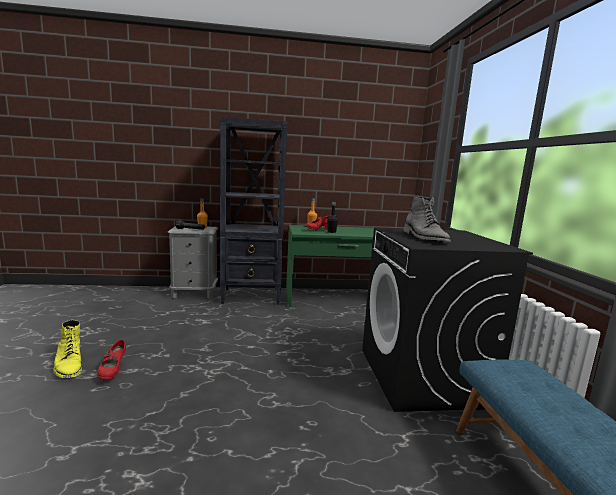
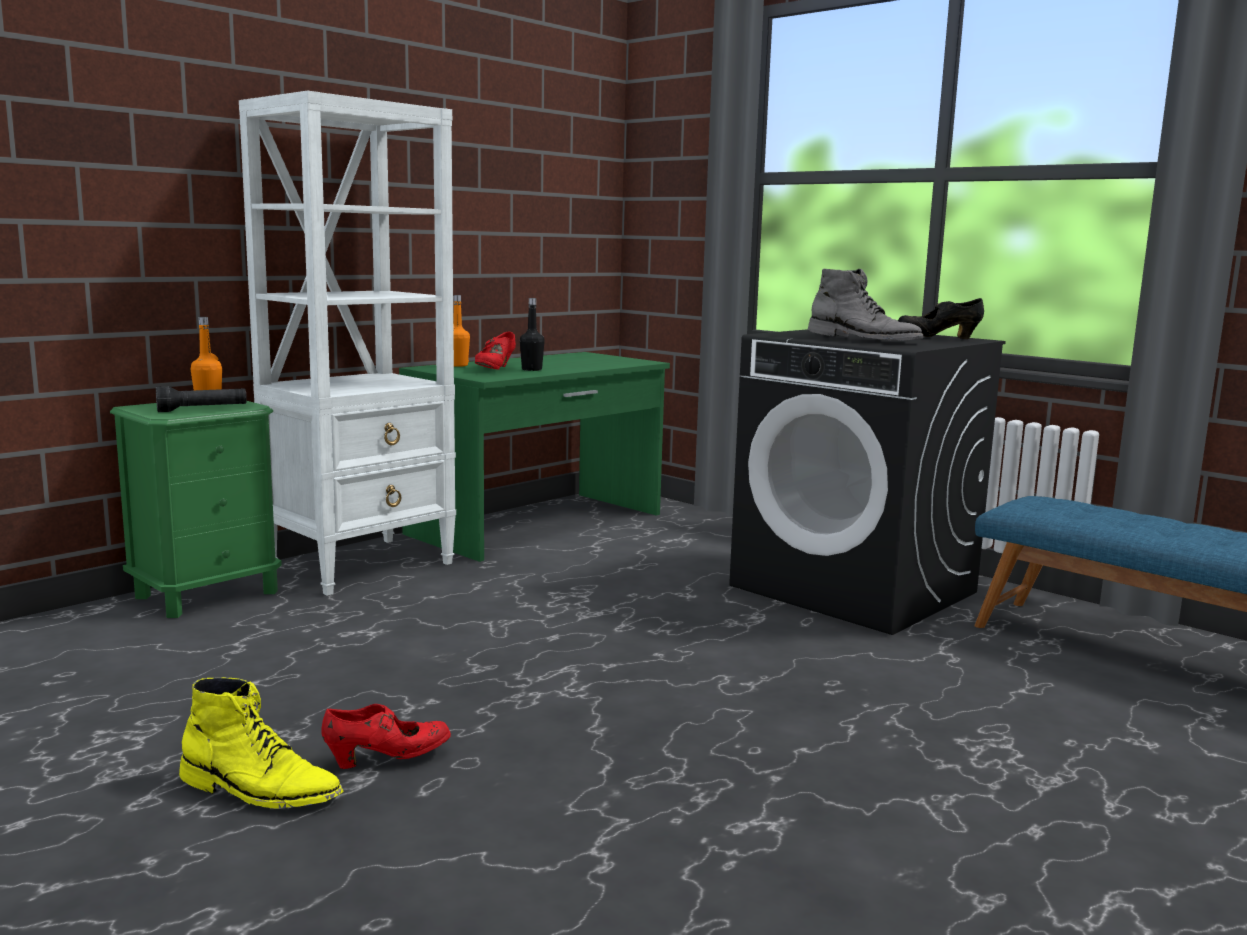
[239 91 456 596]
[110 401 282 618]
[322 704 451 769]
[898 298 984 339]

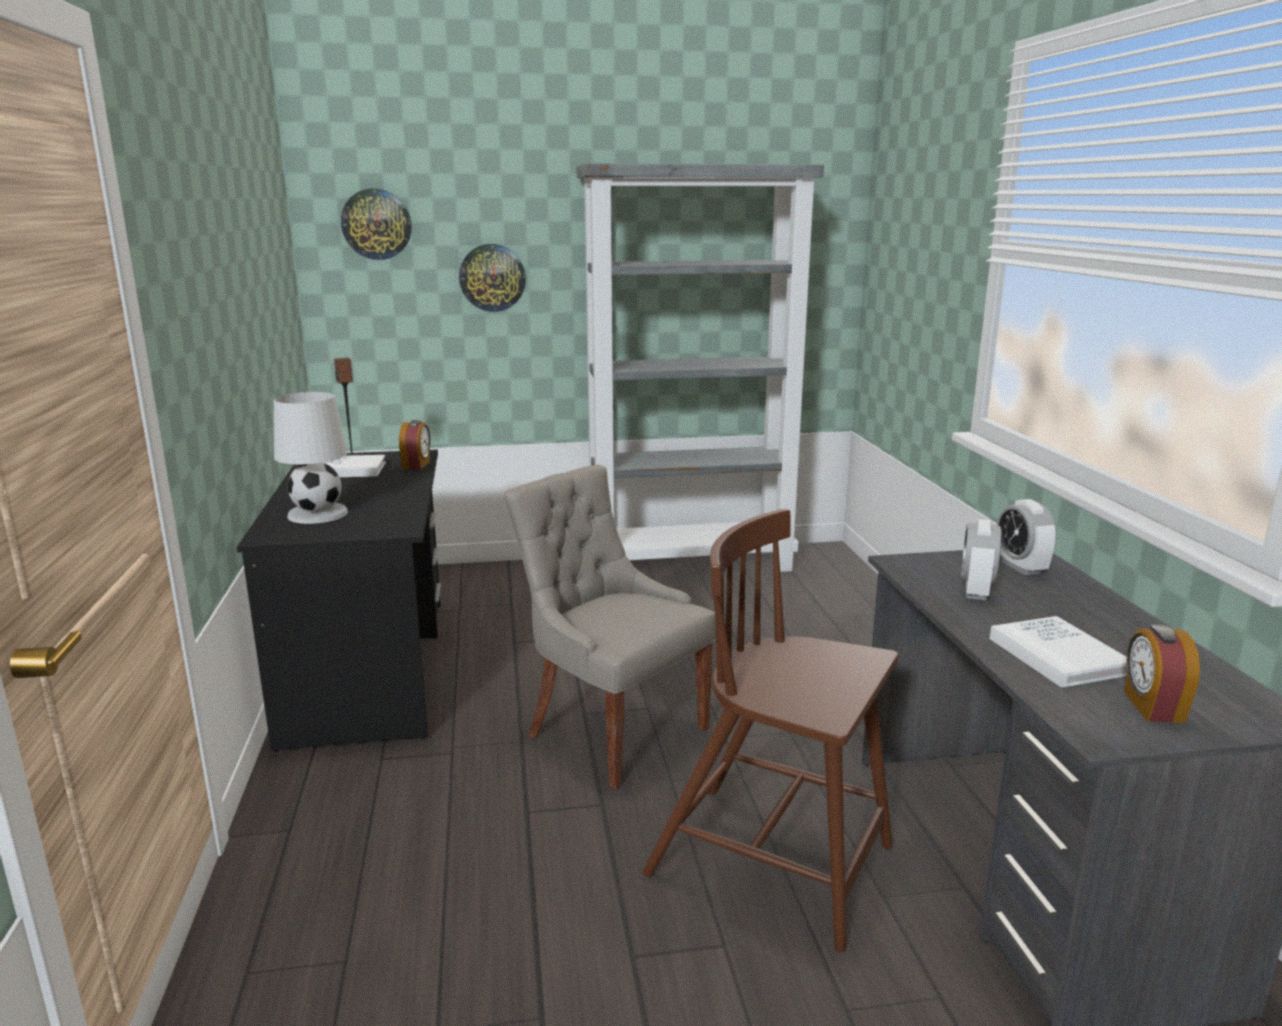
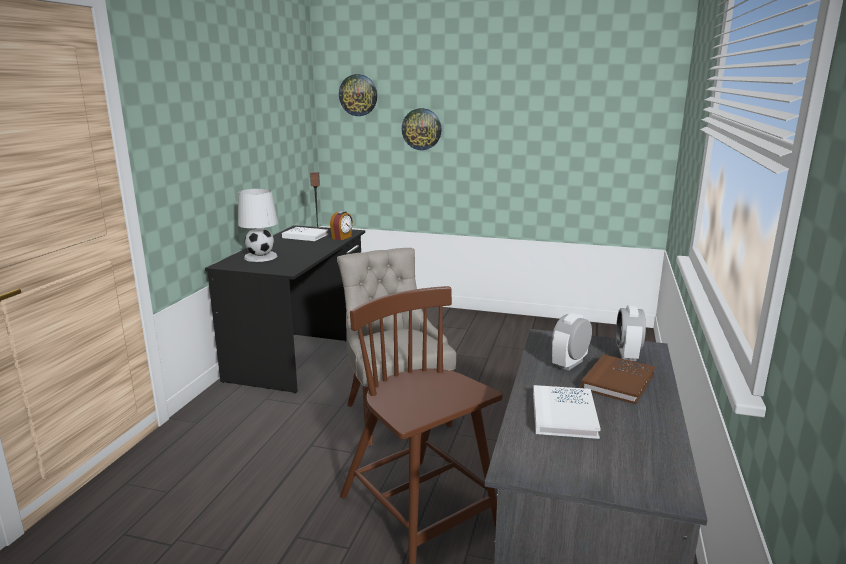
[577 163 824 572] (first image)
[1125 624 1200 723] (first image)
[581 354 655 404]

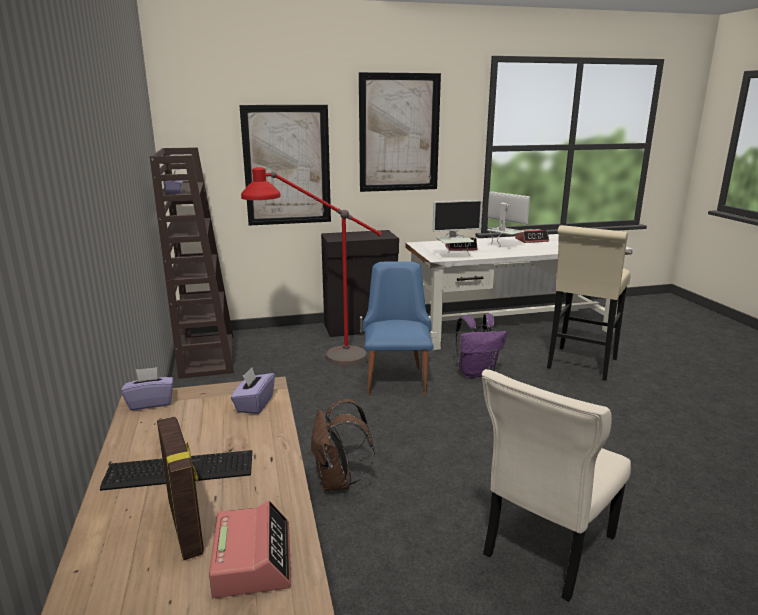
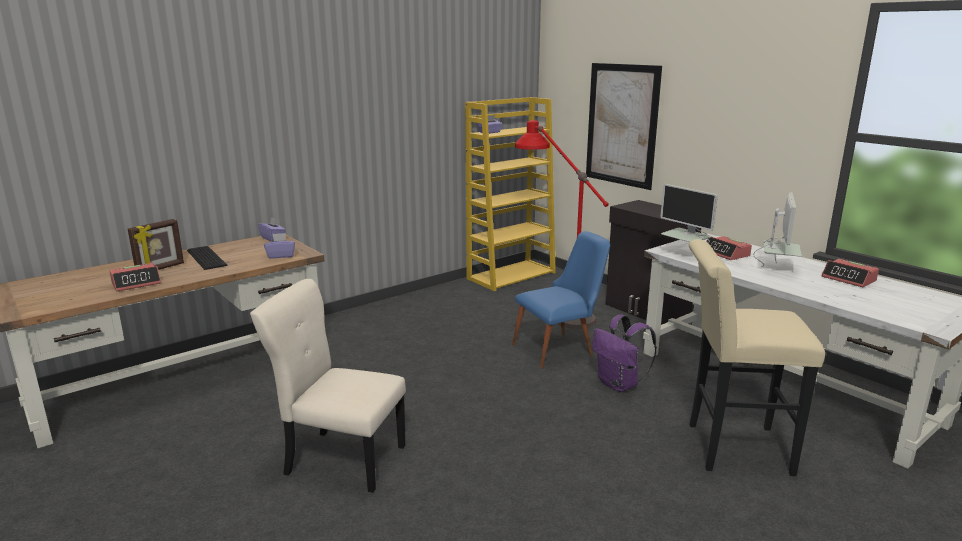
[359 72 441 192] (first image)
[465 97 556 291]
[310 399 375 491] (first image)

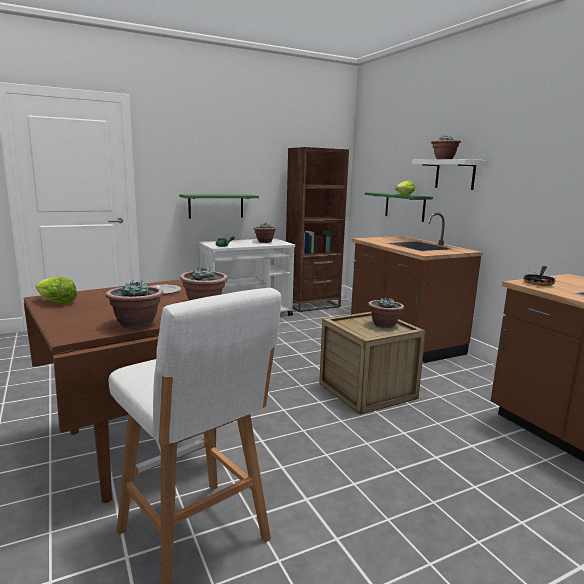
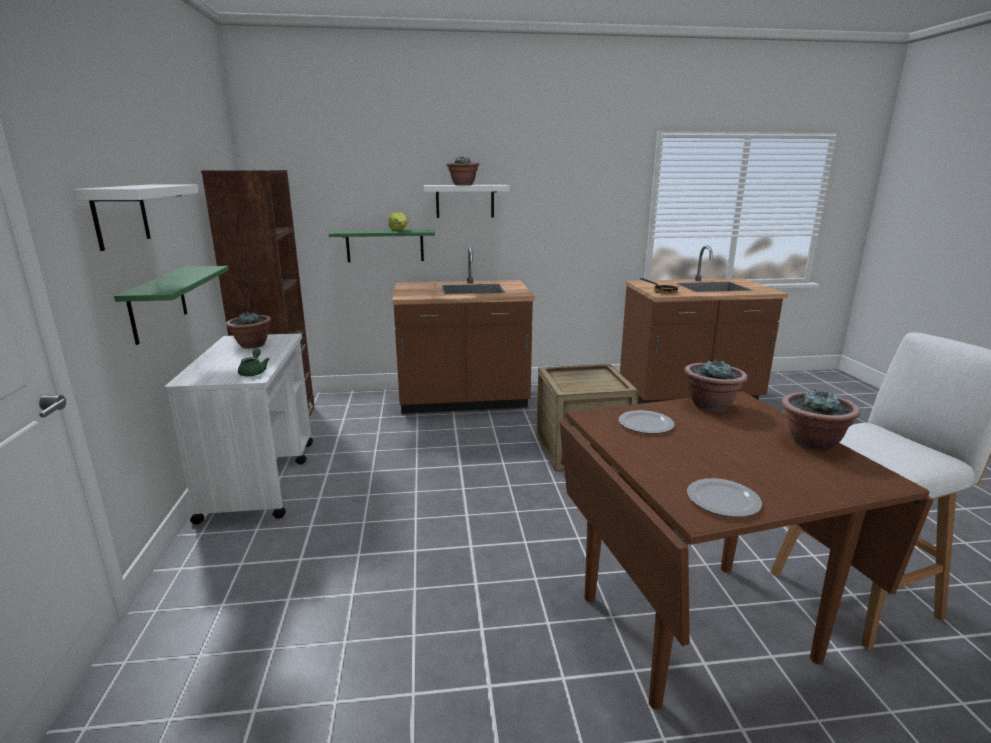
[687 478 762 517]
[368 297 404 328] (first image)
[74 184 199 251]

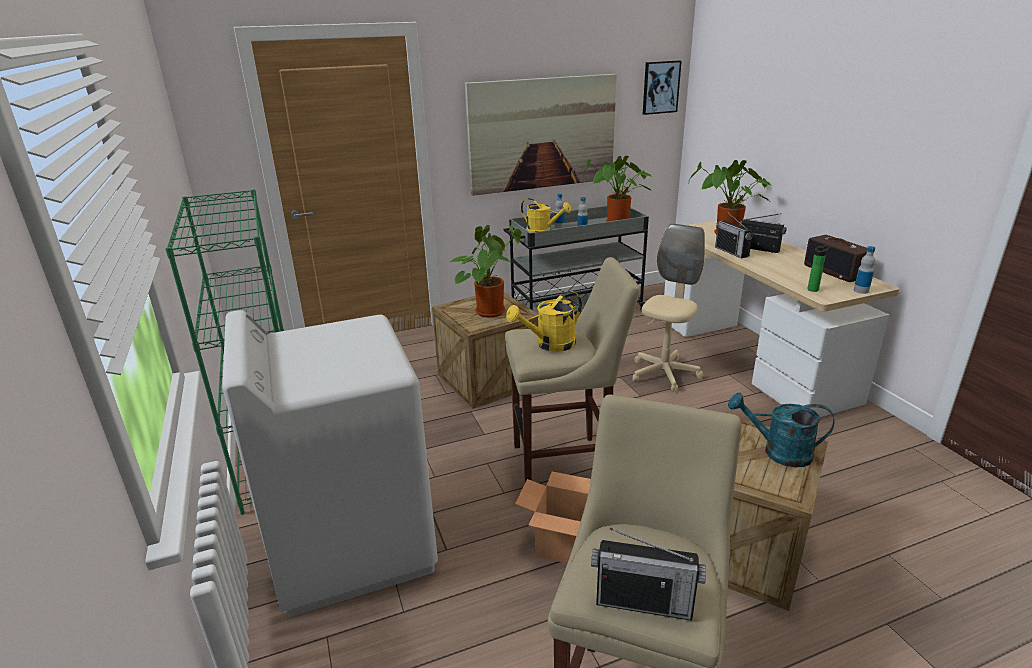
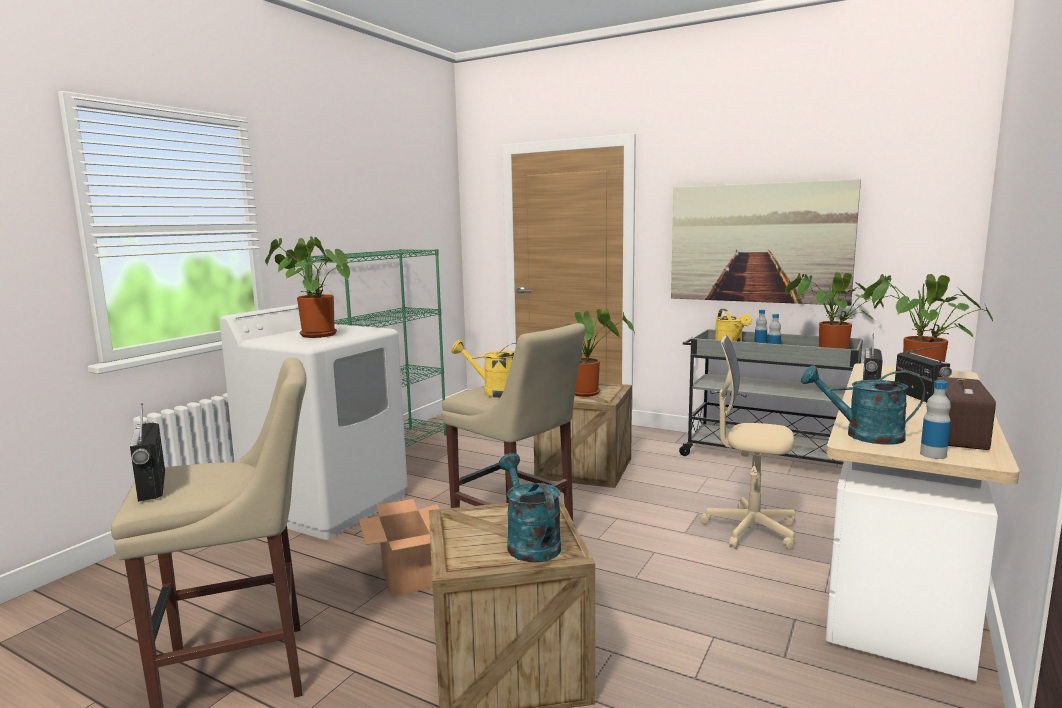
[643 61 682 115] (first image)
[701 335 796 550]
[801 365 925 445]
[265 236 350 338]

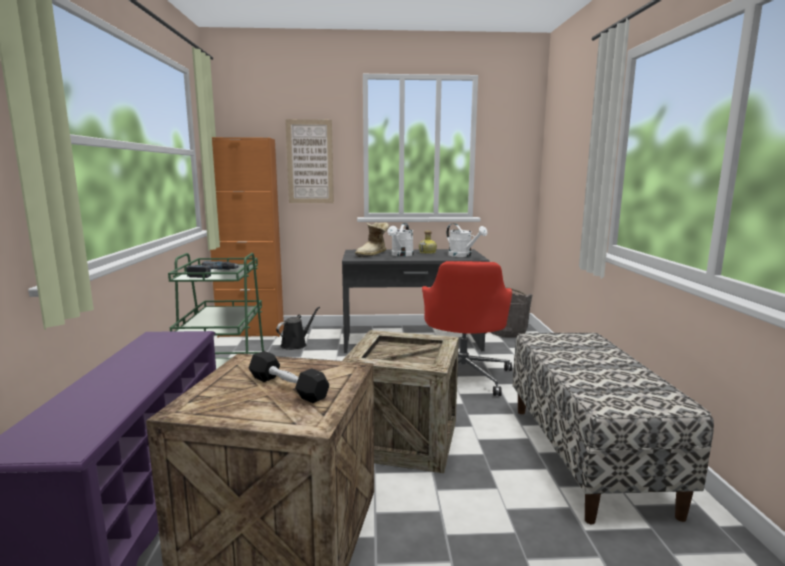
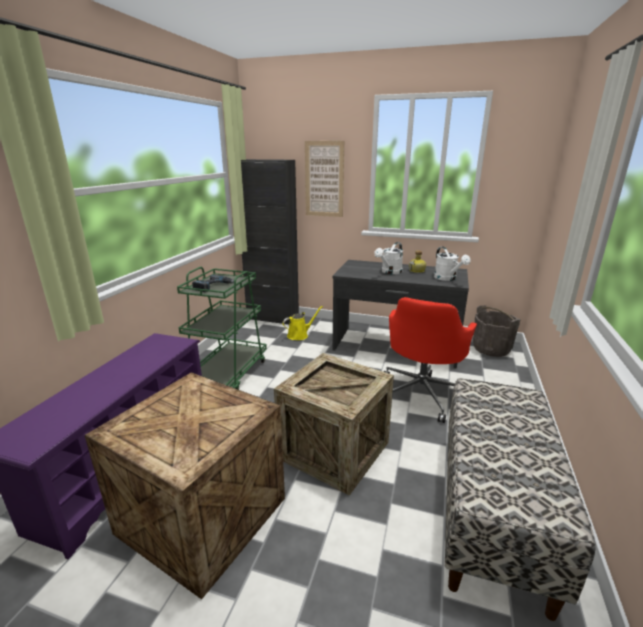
[241 159 299 324]
[355 222 389 257] (first image)
[283 306 323 340]
[249 351 329 403] (first image)

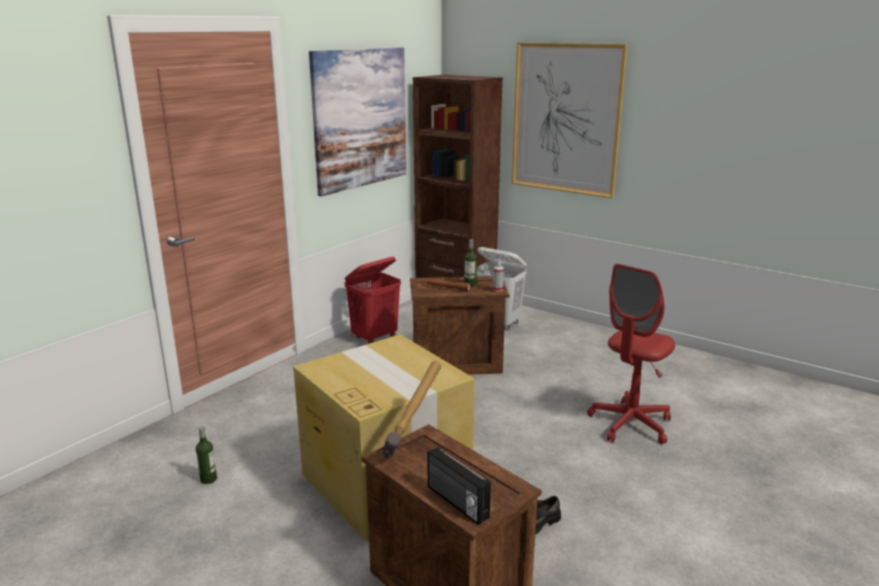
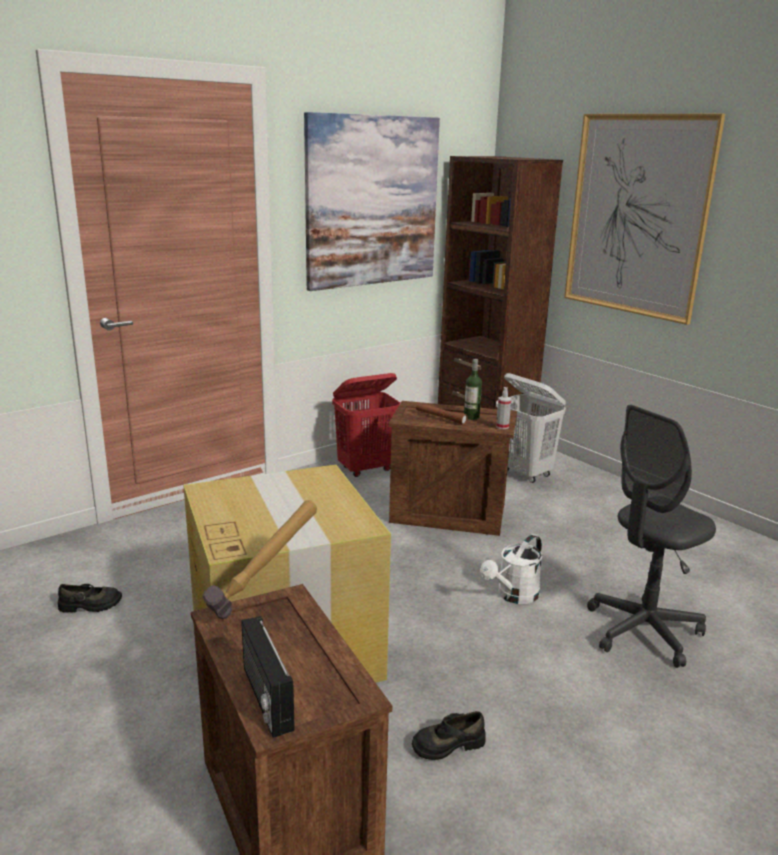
[587 405 716 668]
[58 584 122 613]
[481 534 543 604]

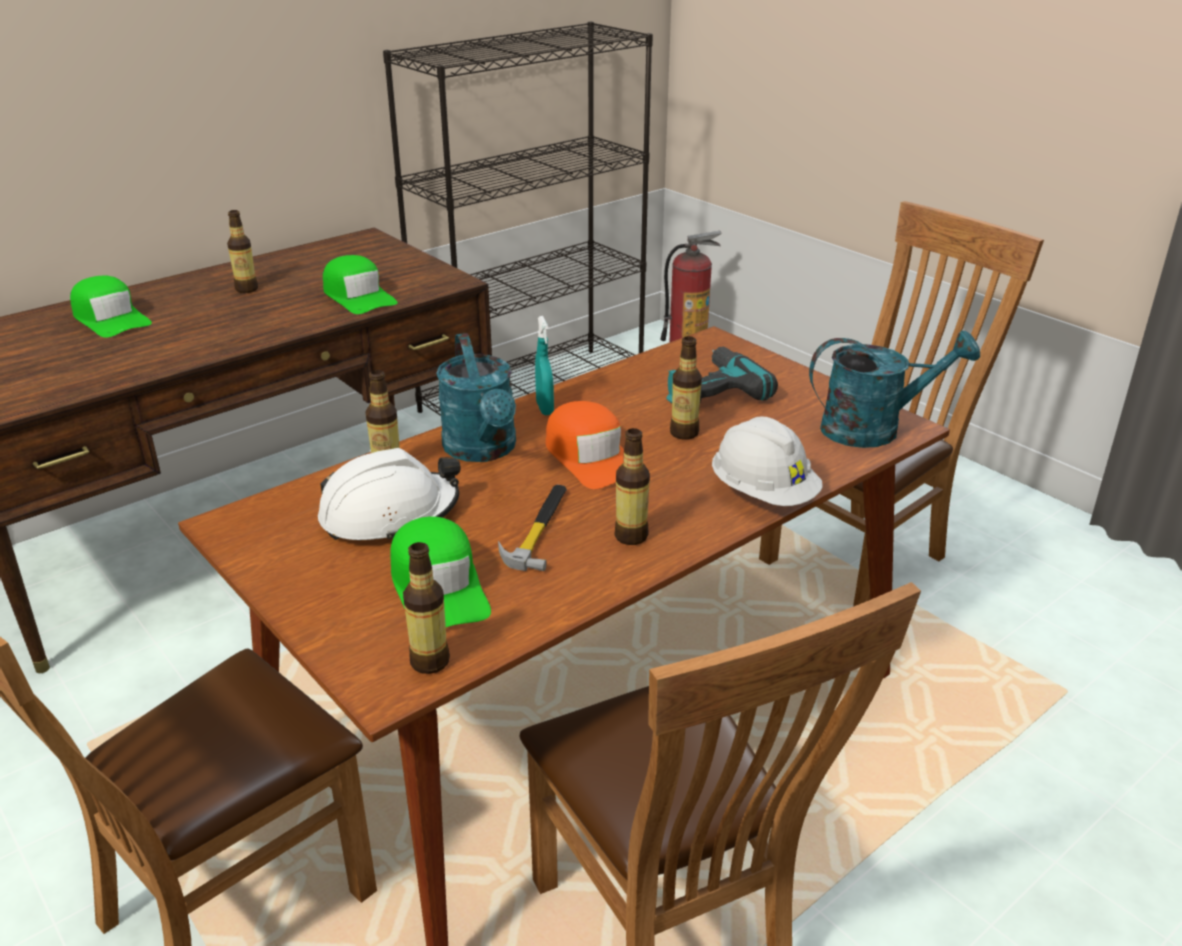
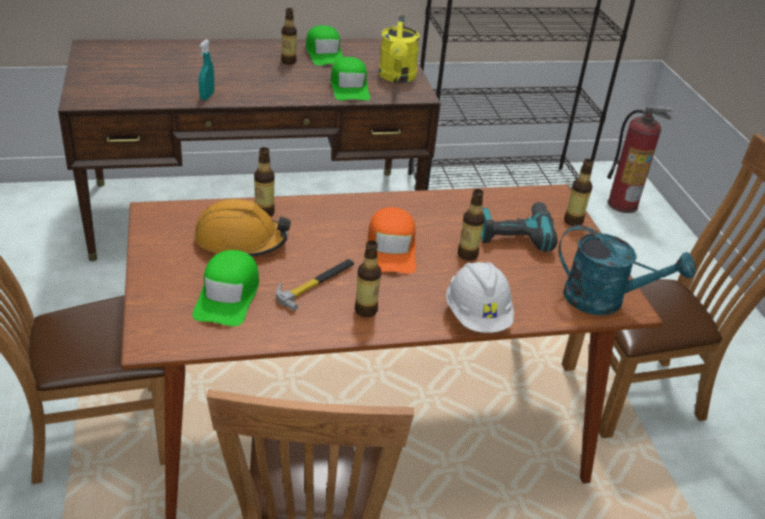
[306 25 343 66]
[199 39 214 100]
[436 333 516 462] (first image)
[195 199 291 257]
[564 159 593 226]
[379 15 420 83]

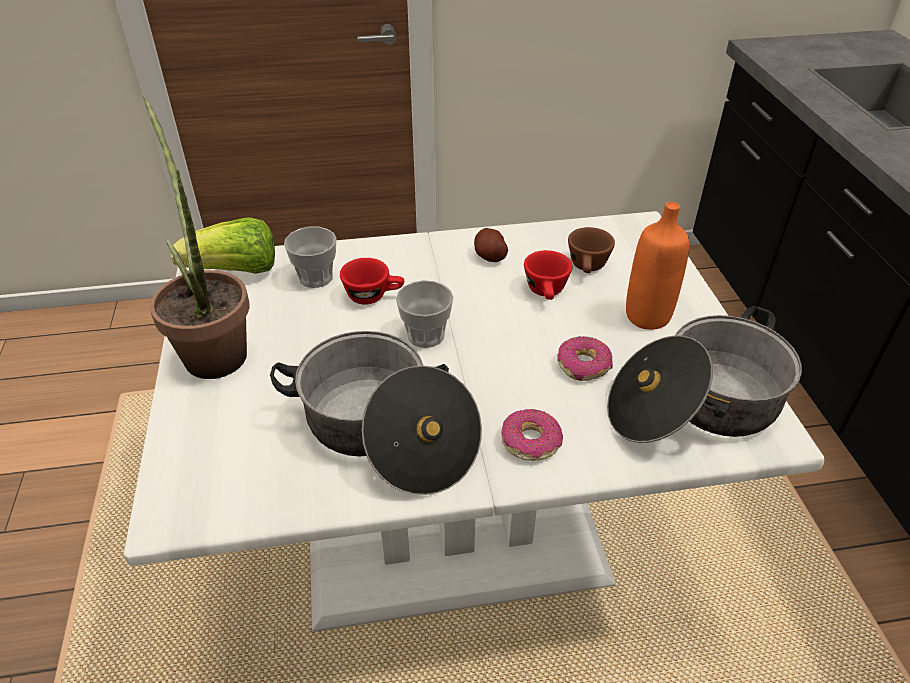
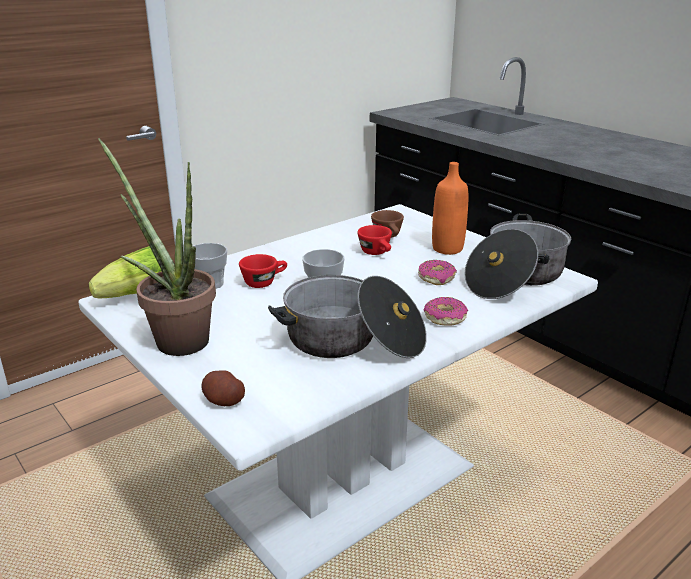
[202 370 245 406]

